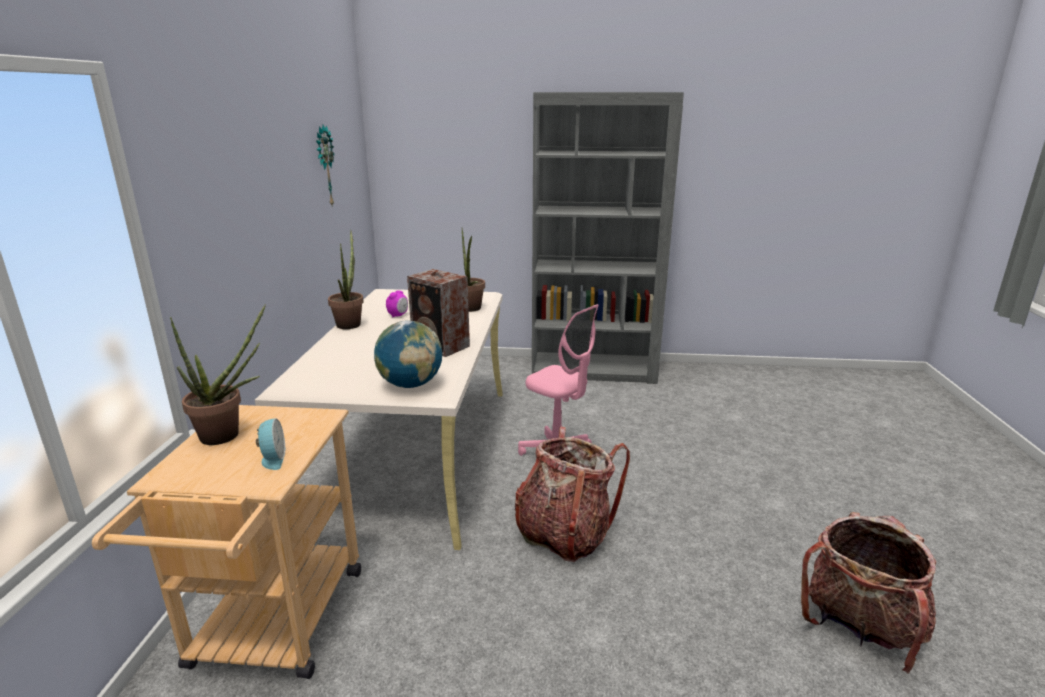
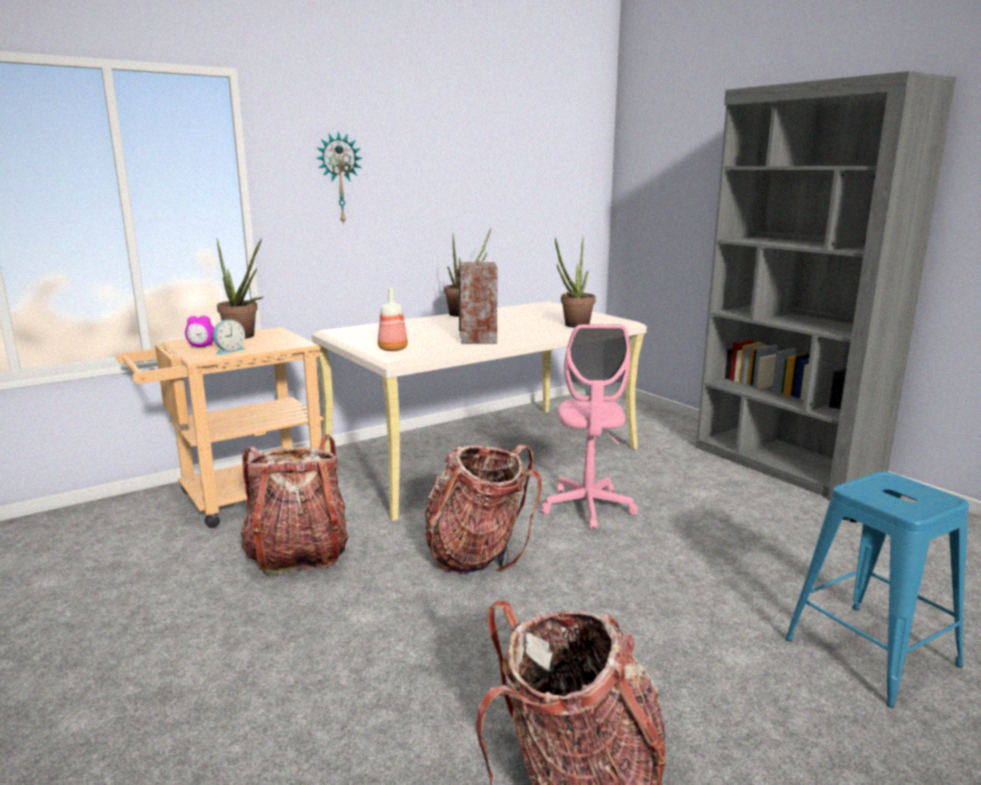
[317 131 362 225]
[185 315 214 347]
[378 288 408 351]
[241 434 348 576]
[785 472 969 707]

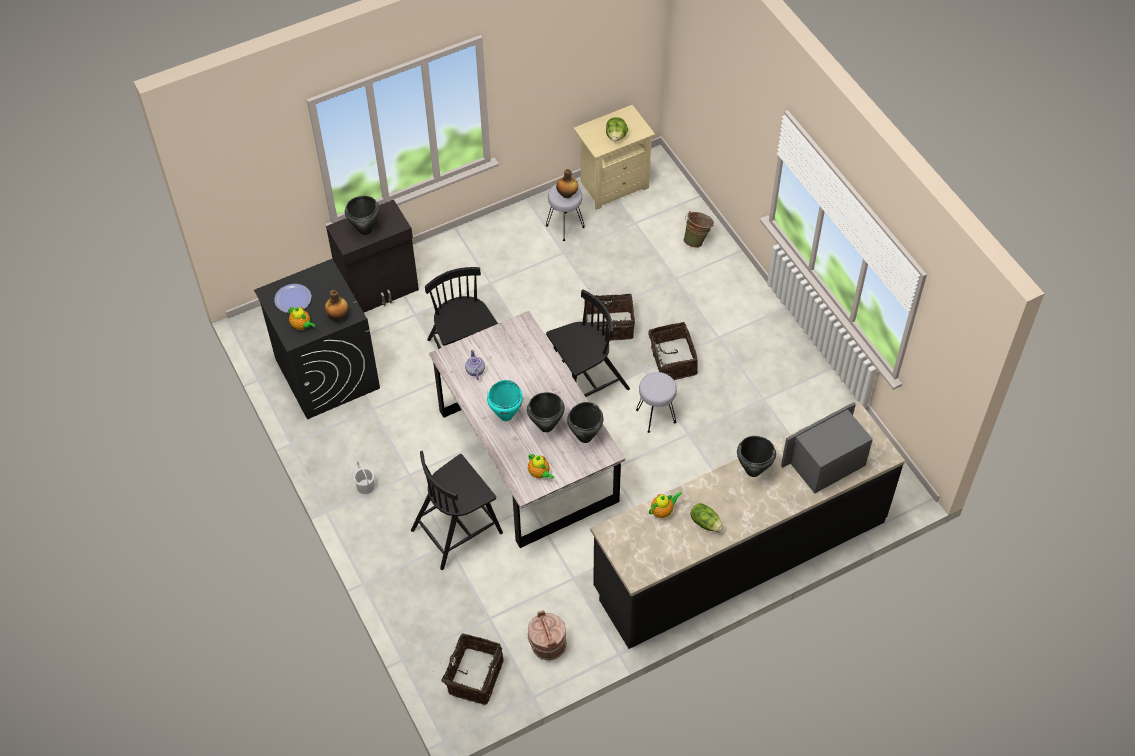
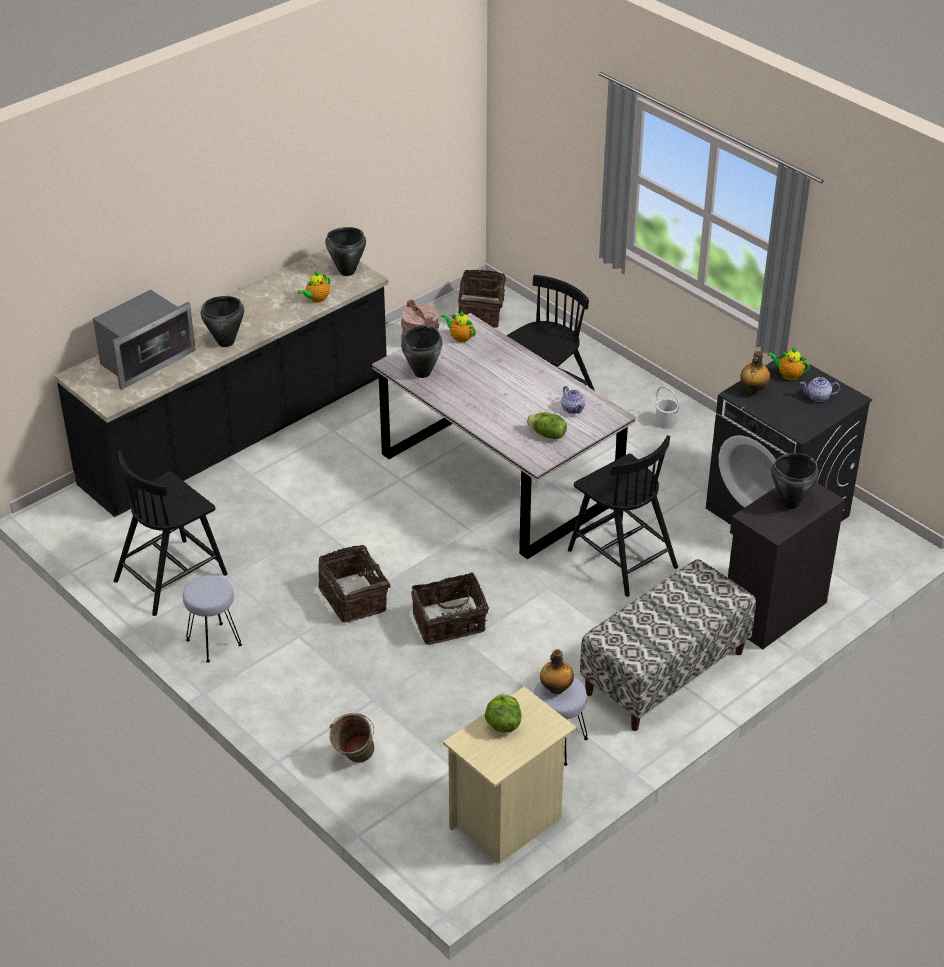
[800 377 840 402]
[114 450 228 616]
[183 575 242 663]
[487 380 523 421] (first image)
[325 227 366 276]
[527 412 567 439]
[580 559 756 731]

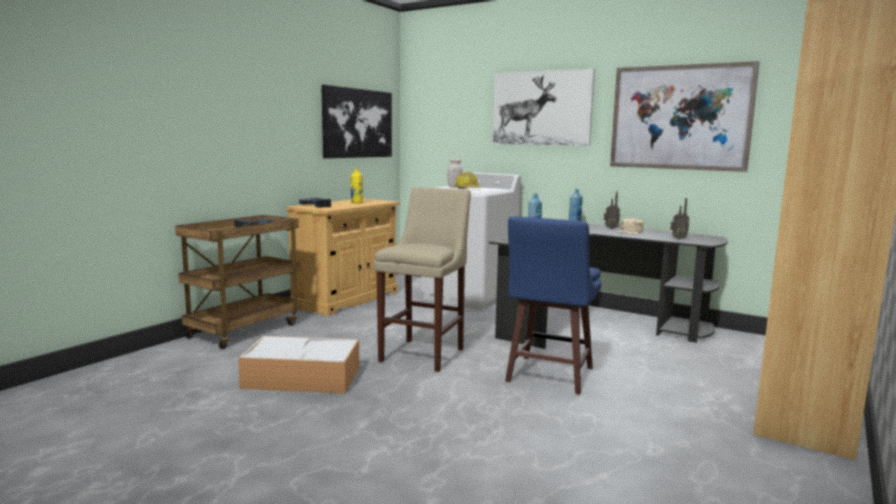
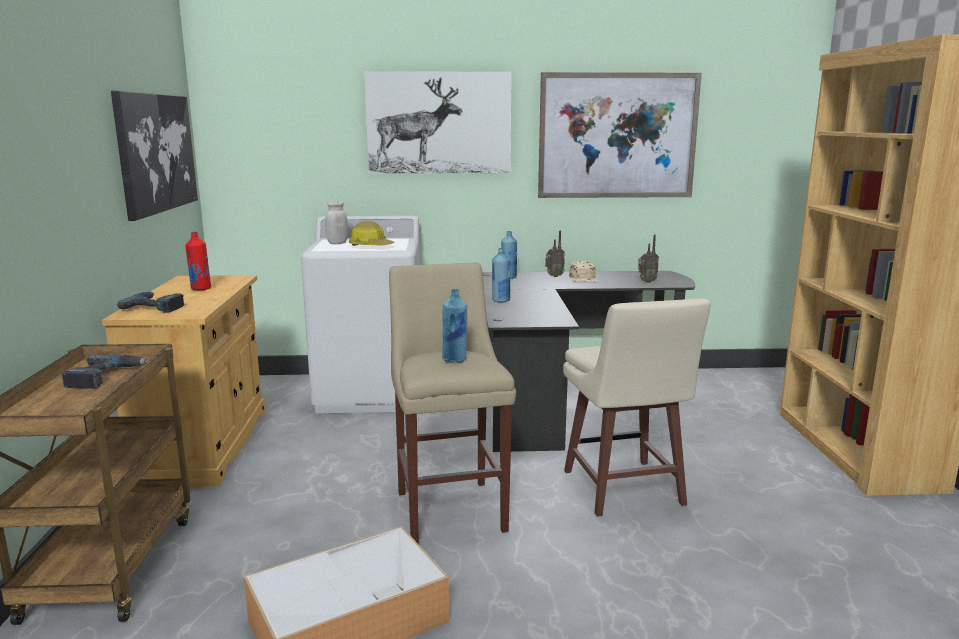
[185 232 211 291]
[563 299 711 517]
[442 289 467 363]

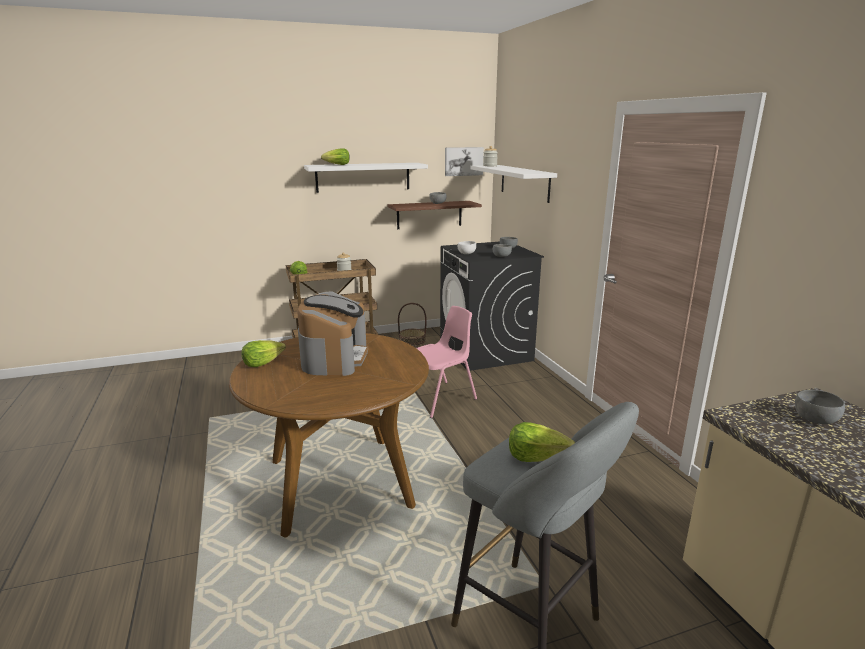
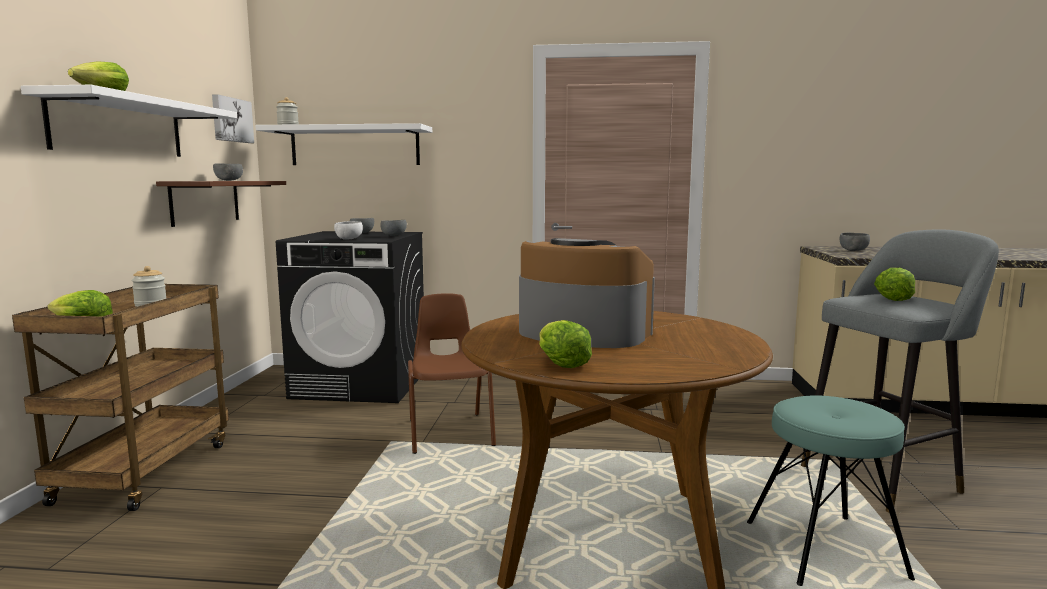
[398 303 427 346] (first image)
[408 293 496 454]
[747 395 915 586]

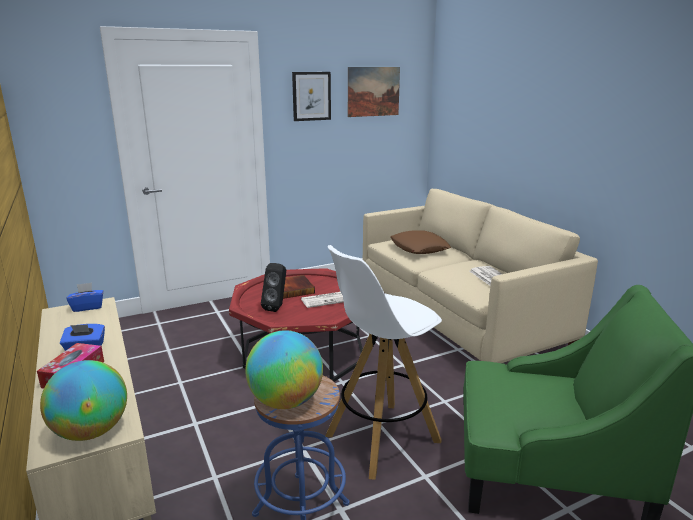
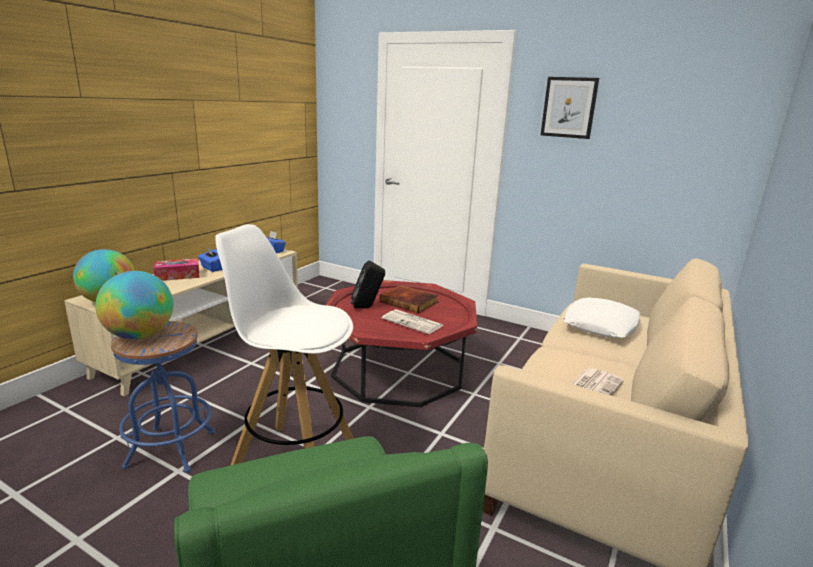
[348 67 400 117] (first image)
[563 297 640 338]

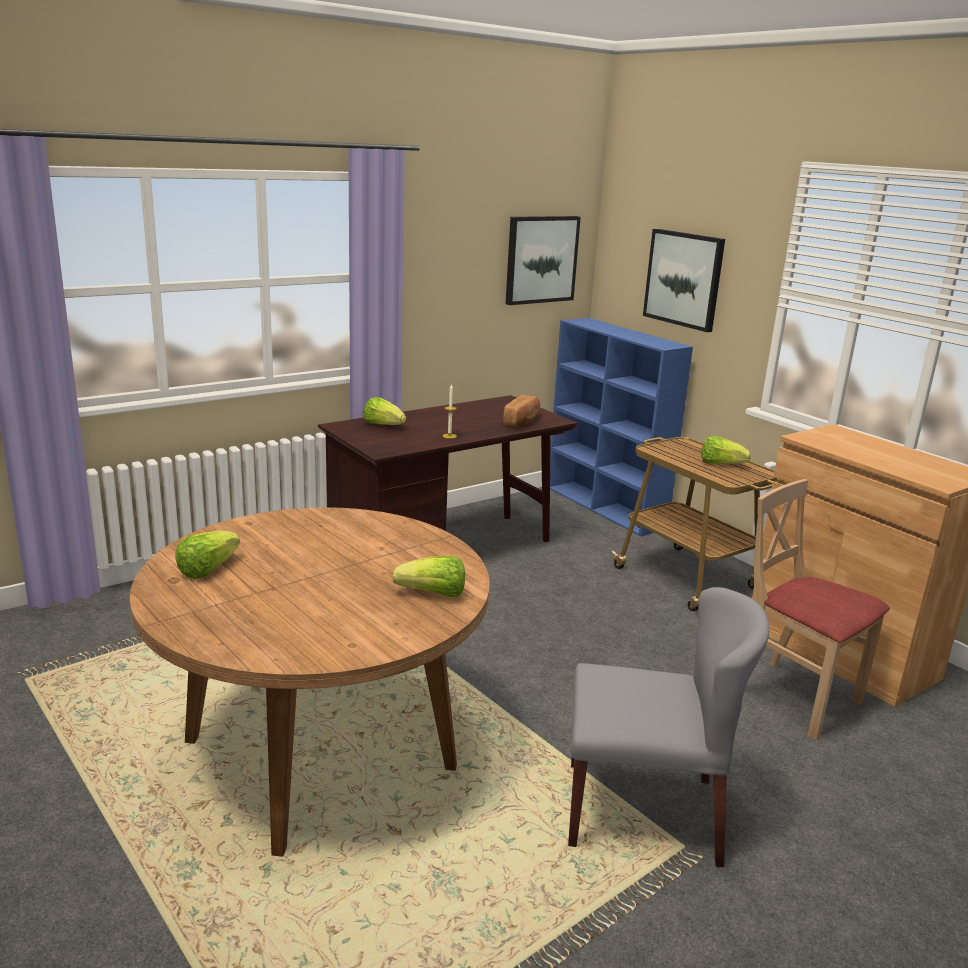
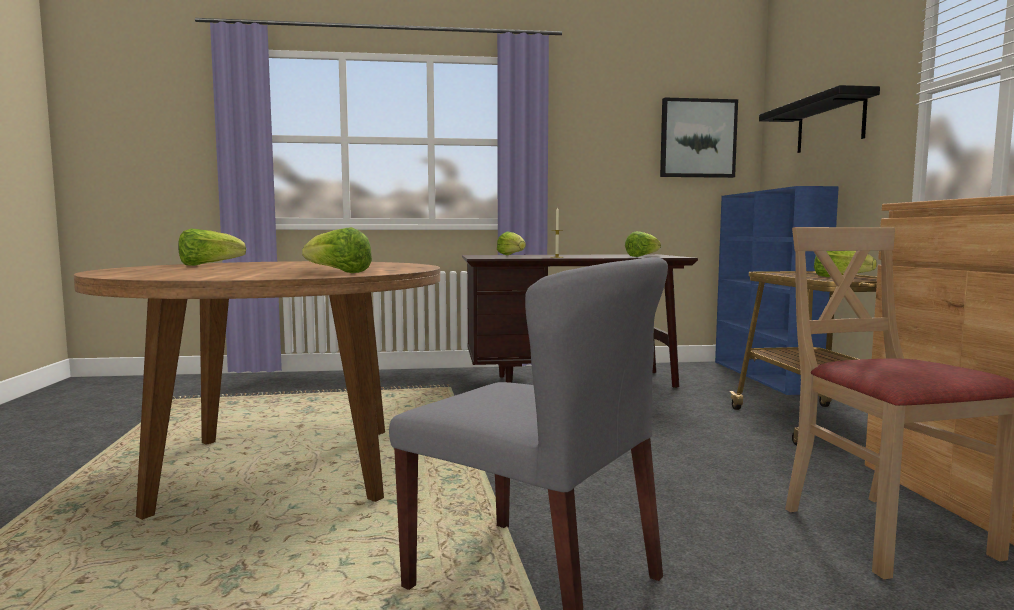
[759 85 880 153]
[625 231 661 257]

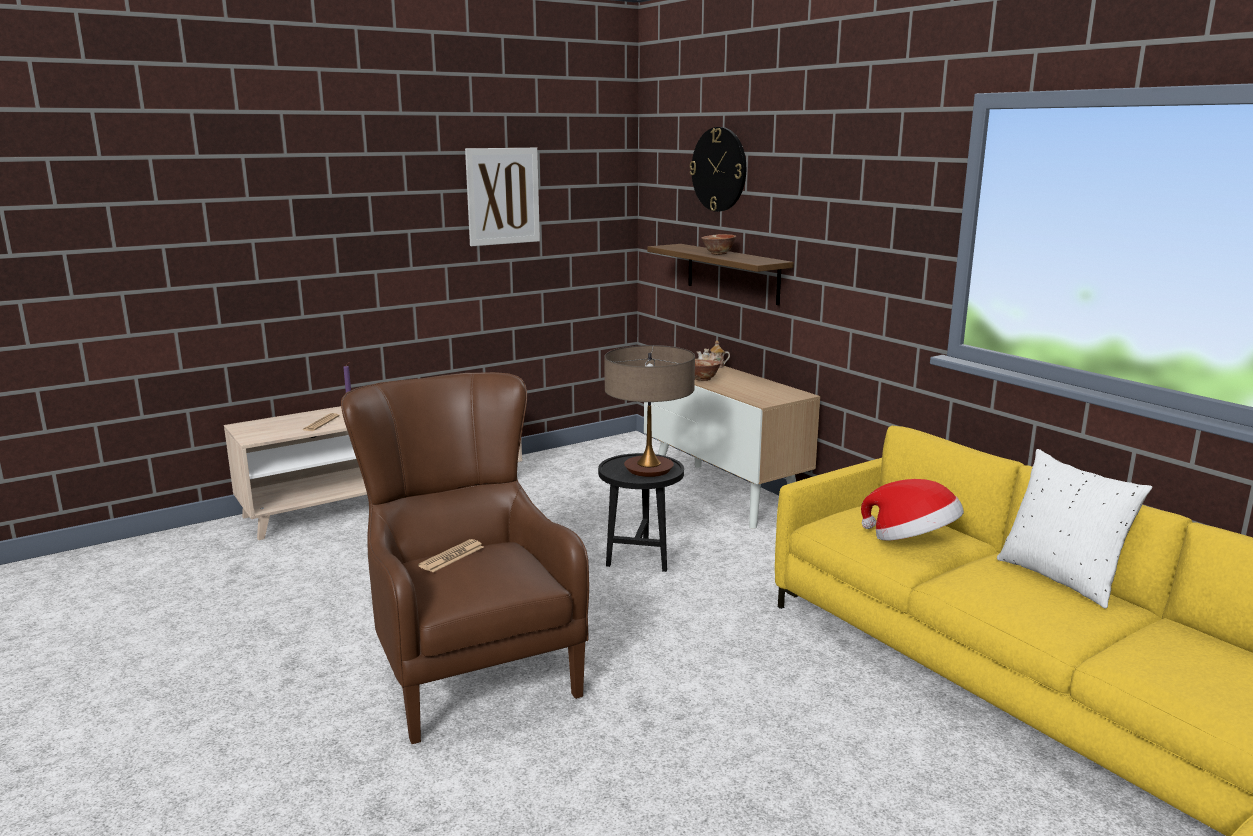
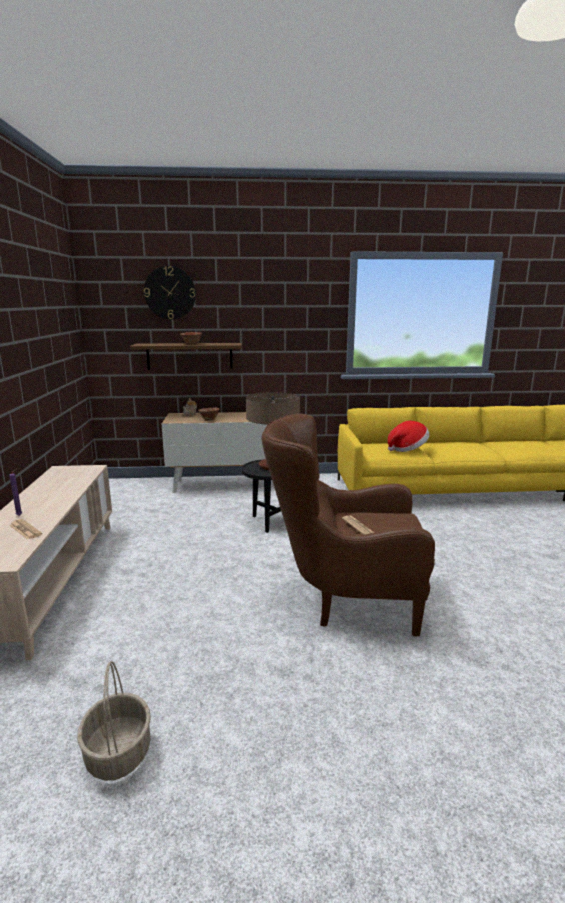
[465 148 540 246] (first image)
[997 449 1152 608] (first image)
[77 661 151 781]

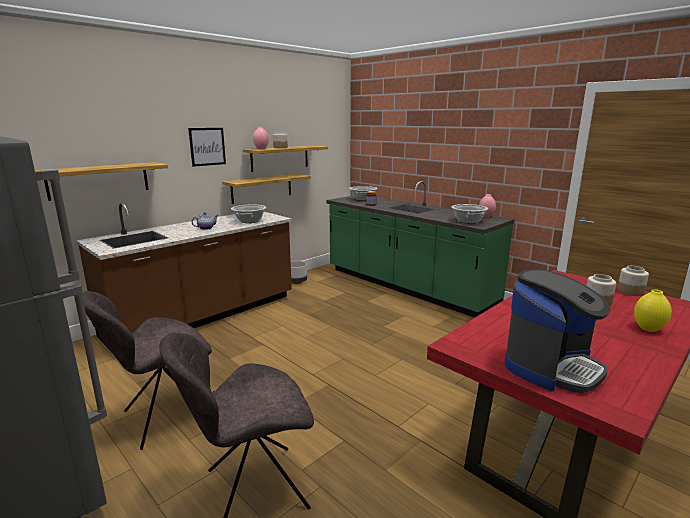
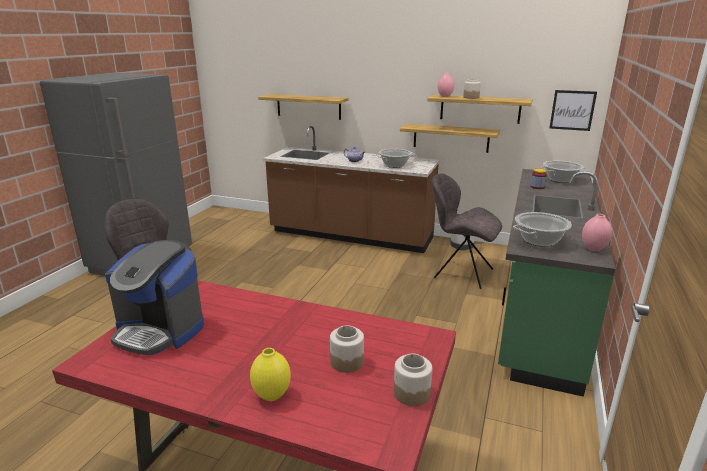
[550 90 597 131]
[432 173 502 289]

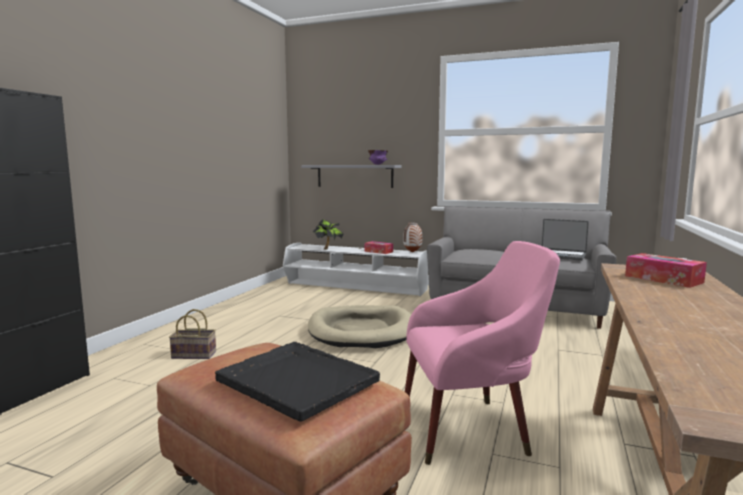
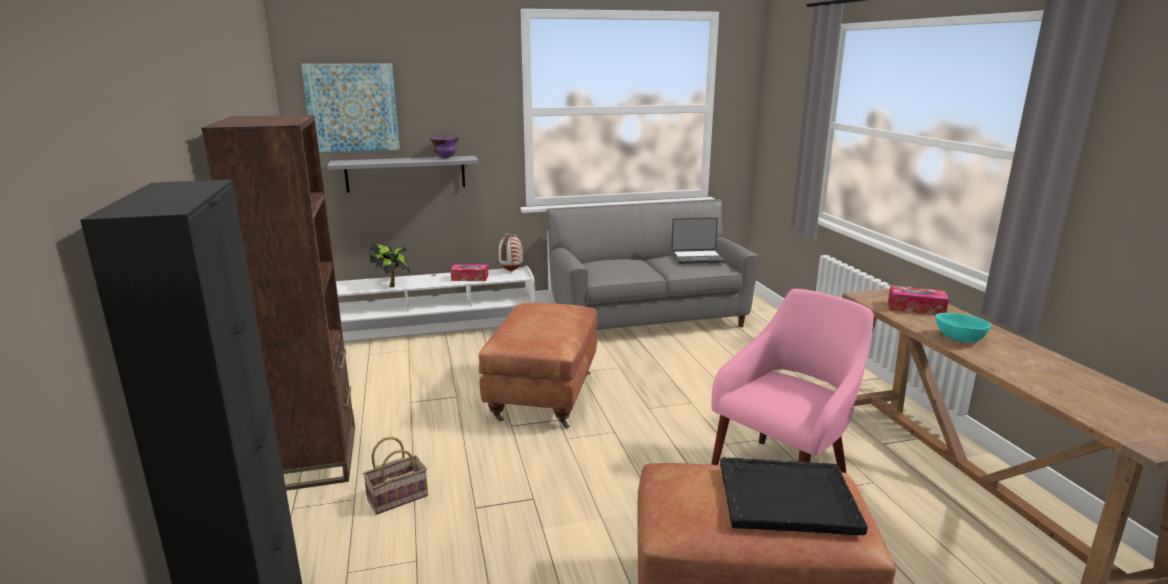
[478 303 597 428]
[301 63 400 152]
[201 115 355 491]
[936 313 991 342]

